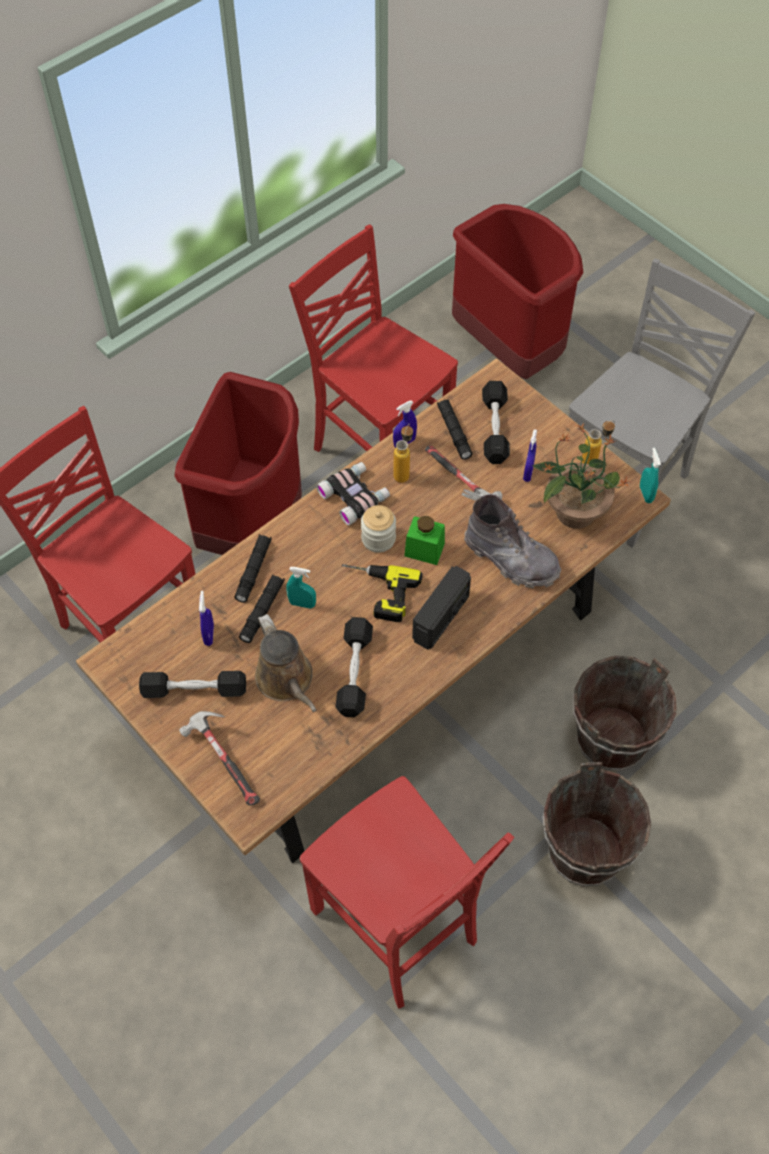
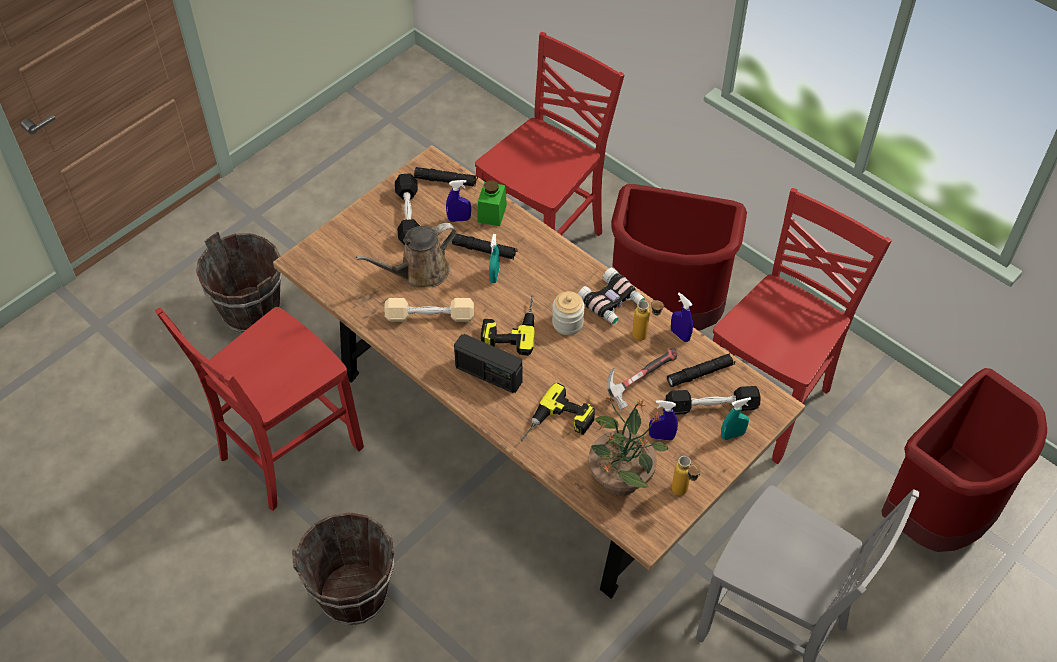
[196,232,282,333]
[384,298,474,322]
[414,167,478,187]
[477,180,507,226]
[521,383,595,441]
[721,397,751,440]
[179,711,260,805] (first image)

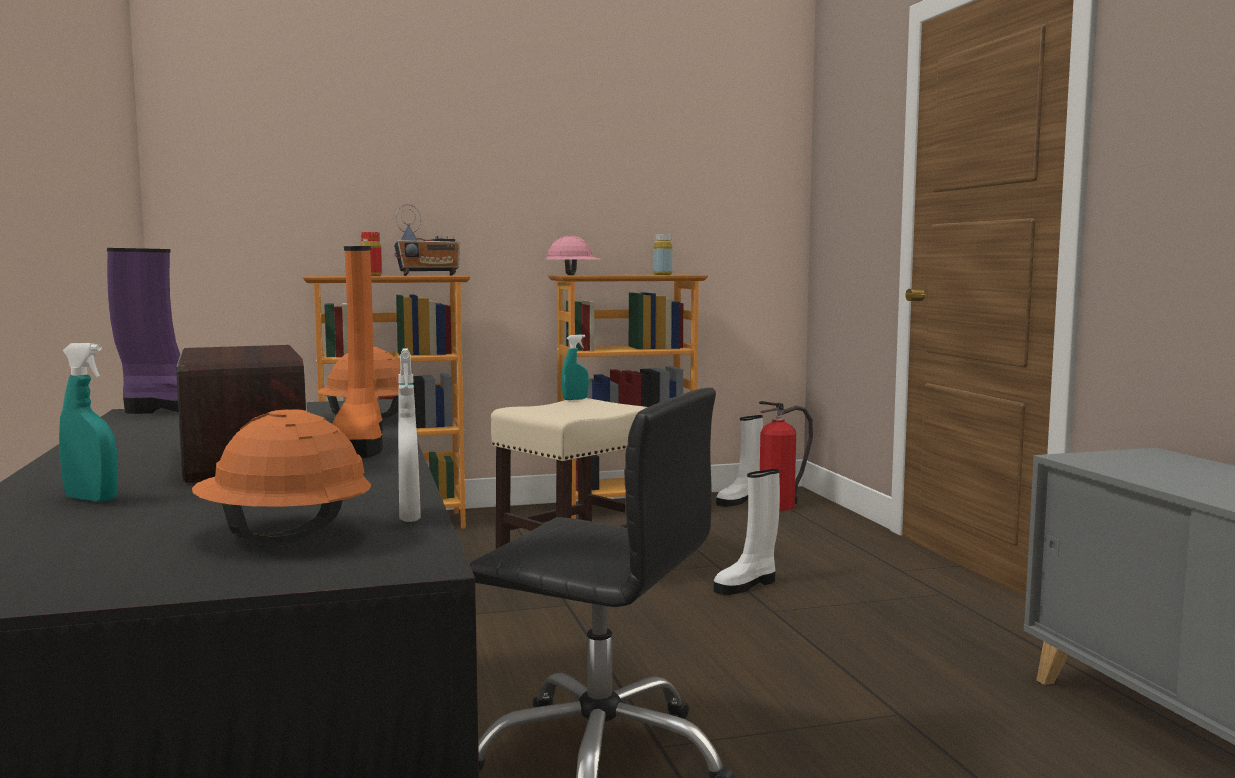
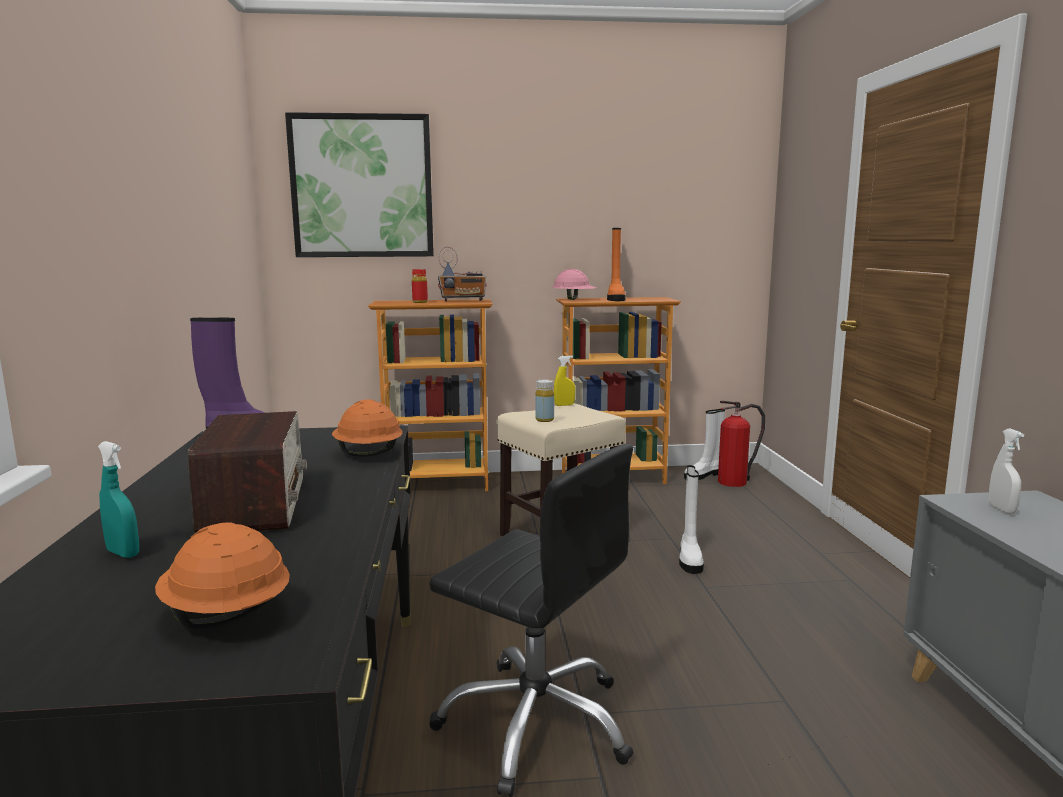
[285,112,434,257]
[535,379,554,422]
[554,356,575,406]
[607,228,626,301]
[679,465,704,574]
[988,429,1024,514]

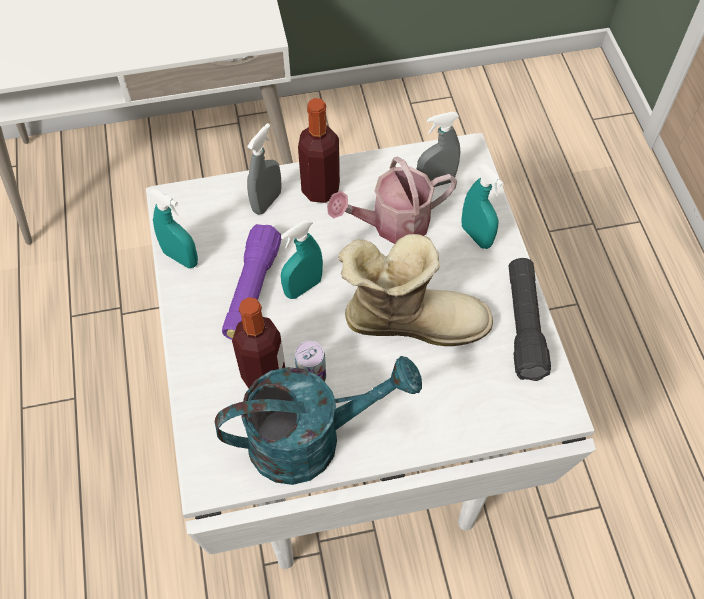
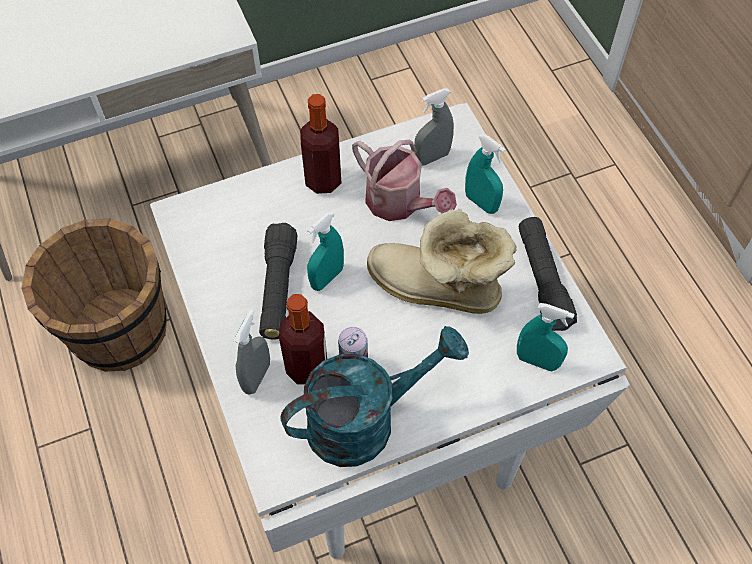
[21,219,167,372]
[233,309,270,395]
[259,223,298,340]
[352,140,457,221]
[367,209,517,314]
[517,303,574,371]

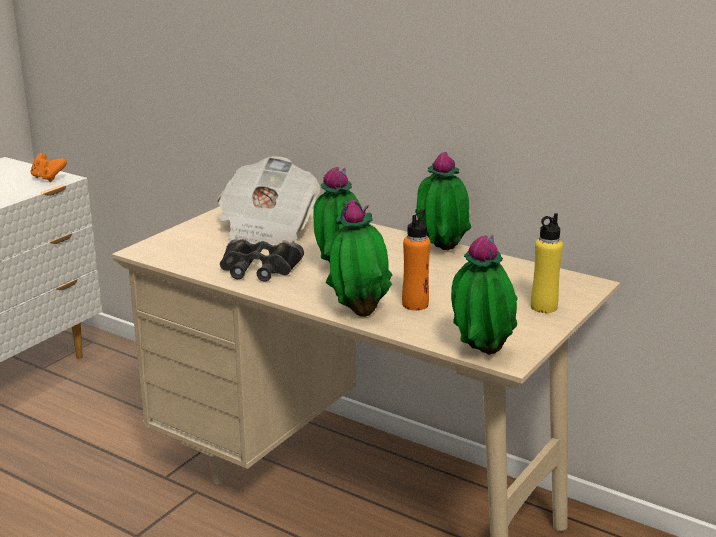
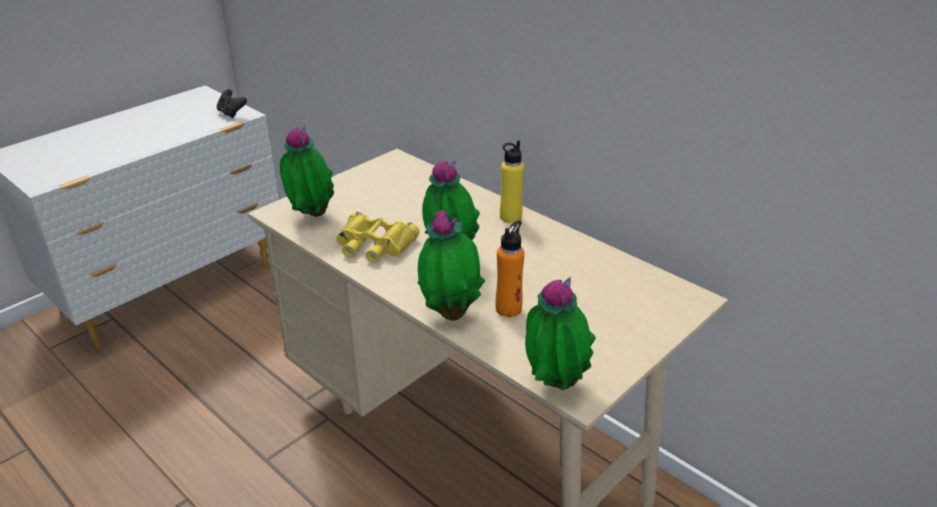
[217,89,247,118]
[280,126,334,217]
[336,212,420,263]
[500,140,524,223]
[218,156,320,245] (first image)

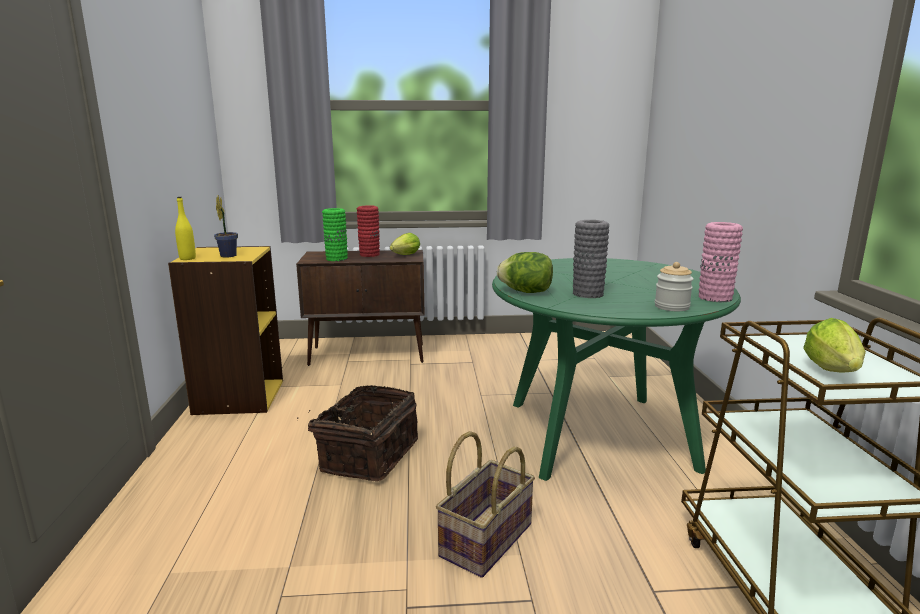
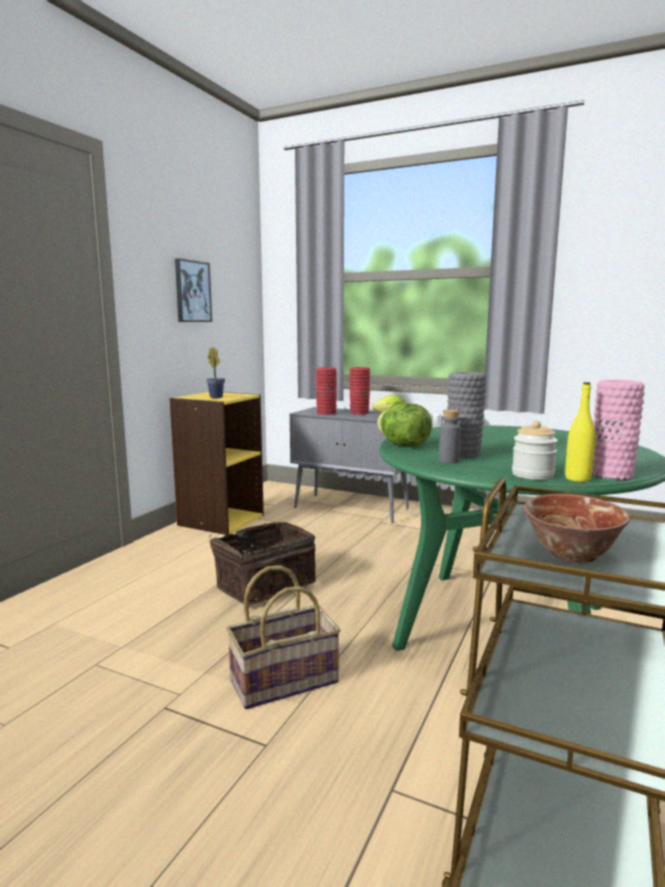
[175,258,212,322]
[290,407,409,523]
[316,367,337,415]
[439,409,461,463]
[524,494,630,563]
[565,382,596,482]

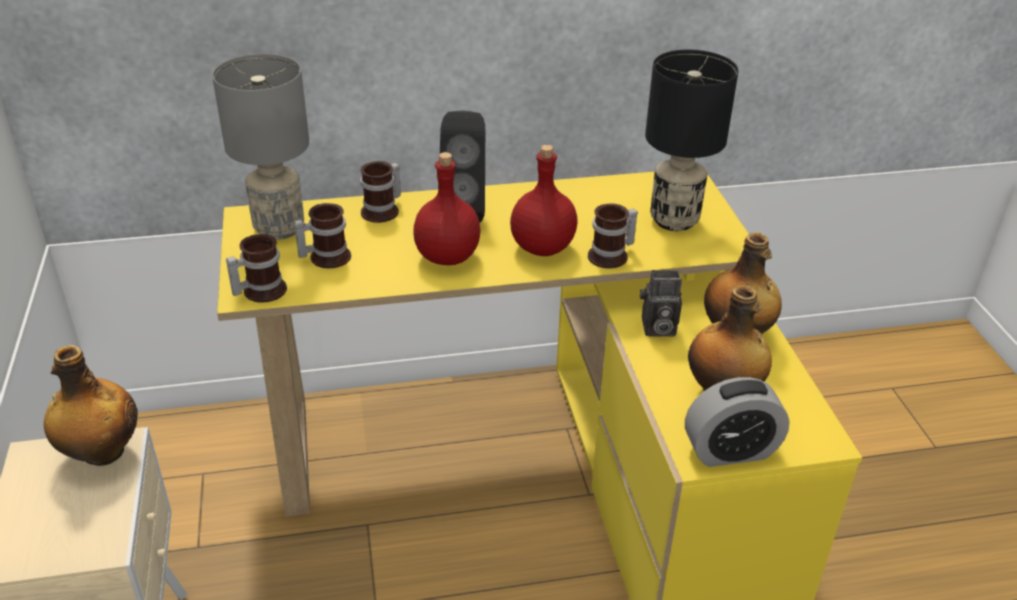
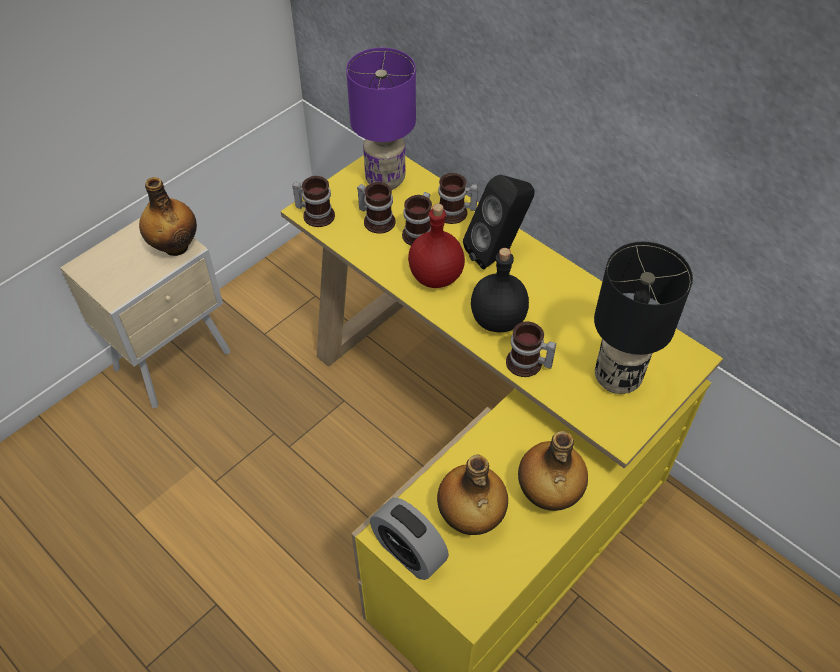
[346,48,416,190]
[402,192,432,246]
[471,248,529,333]
[640,270,682,337] (first image)

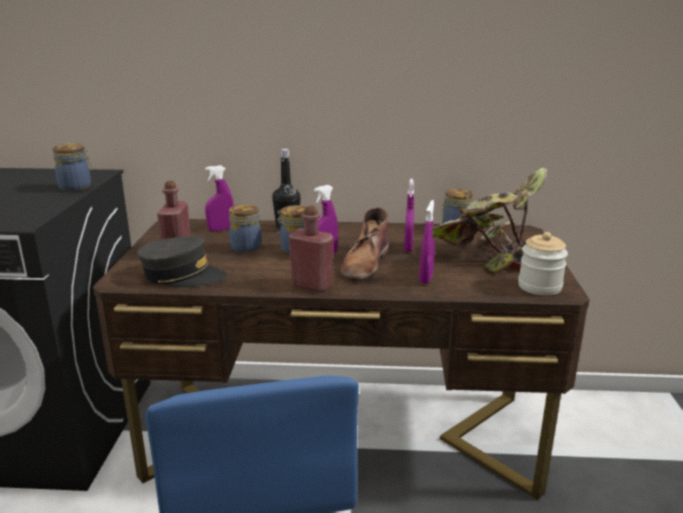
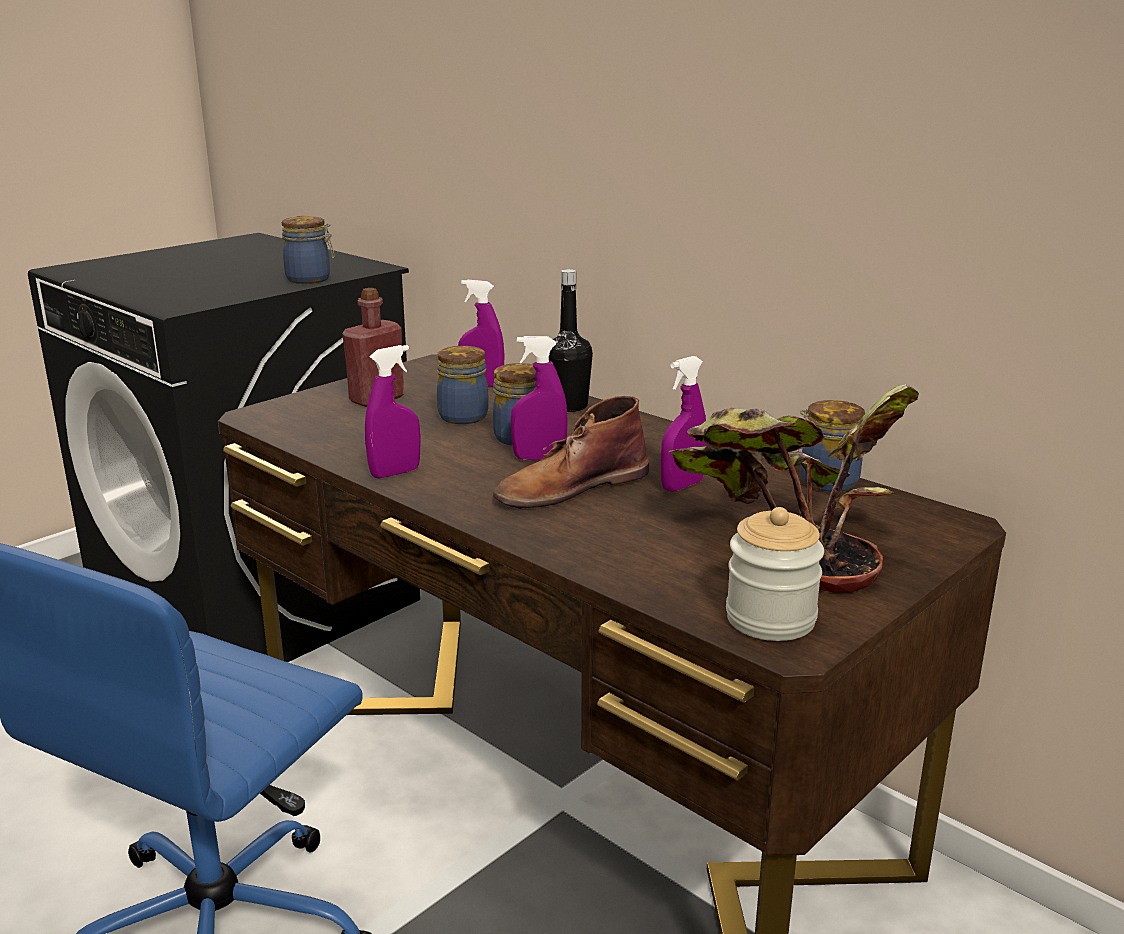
[365,345,421,478]
[137,236,227,288] (first image)
[289,206,333,292] (first image)

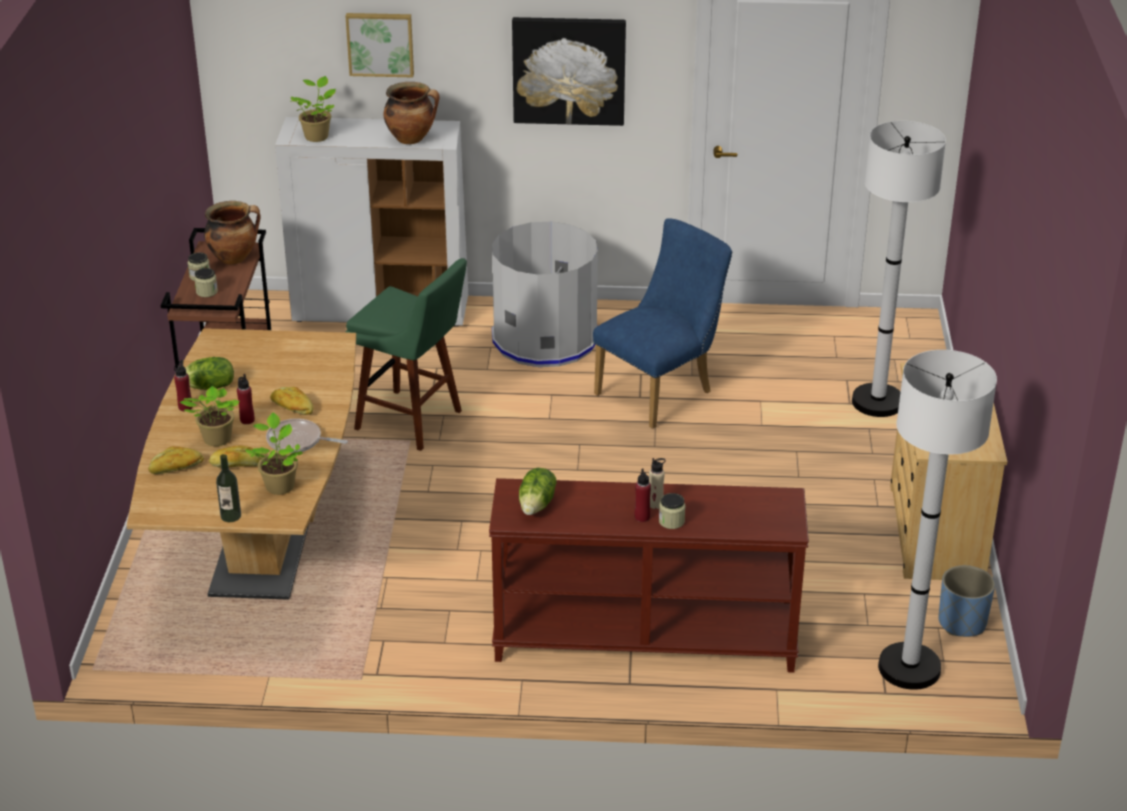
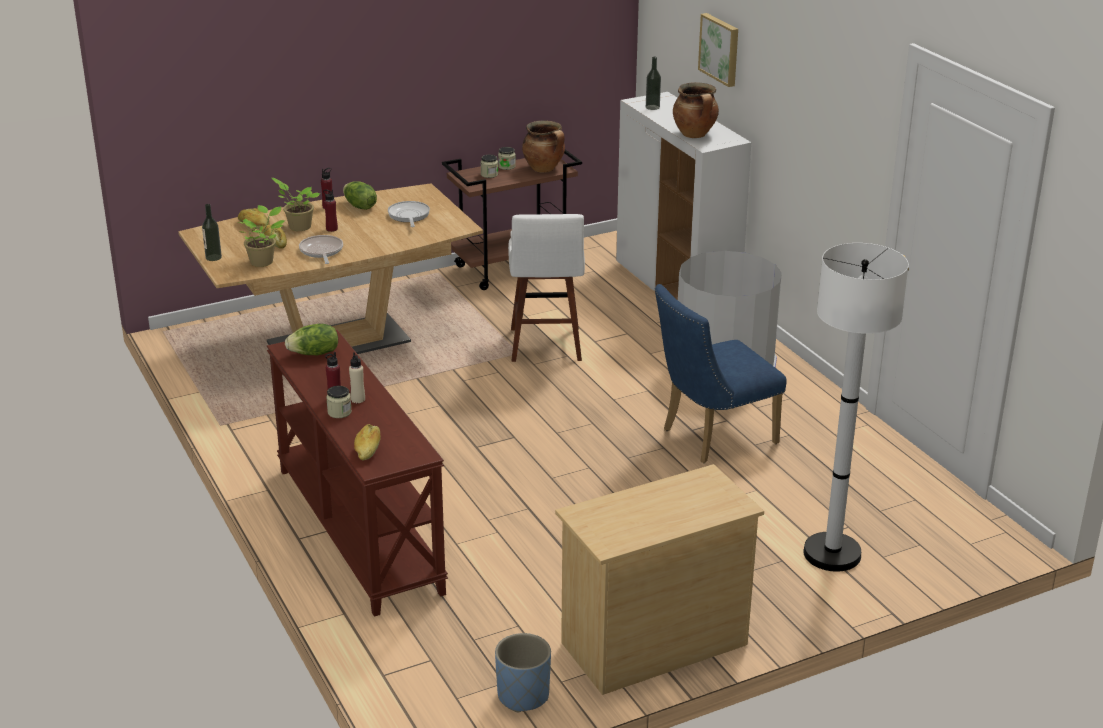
[354,424,381,461]
[388,201,430,227]
[508,214,585,362]
[646,57,661,110]
[655,284,787,463]
[512,17,626,126] (first image)
[878,350,997,690] (first image)

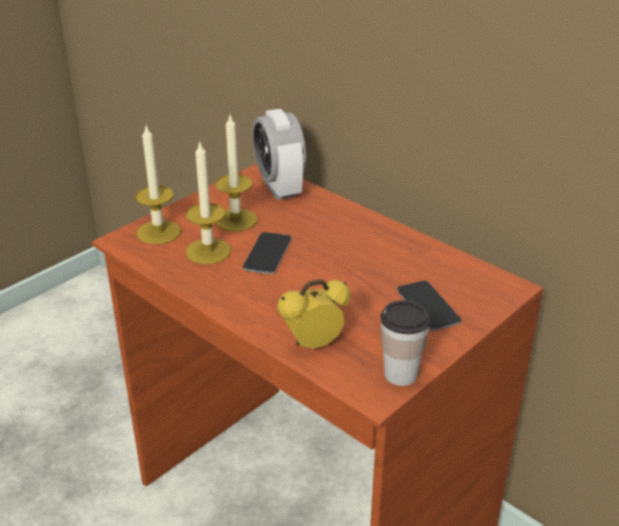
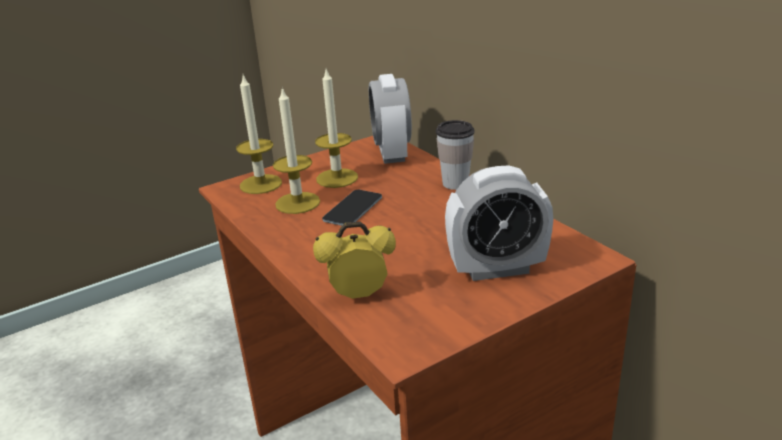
[436,120,475,190]
[445,165,553,281]

